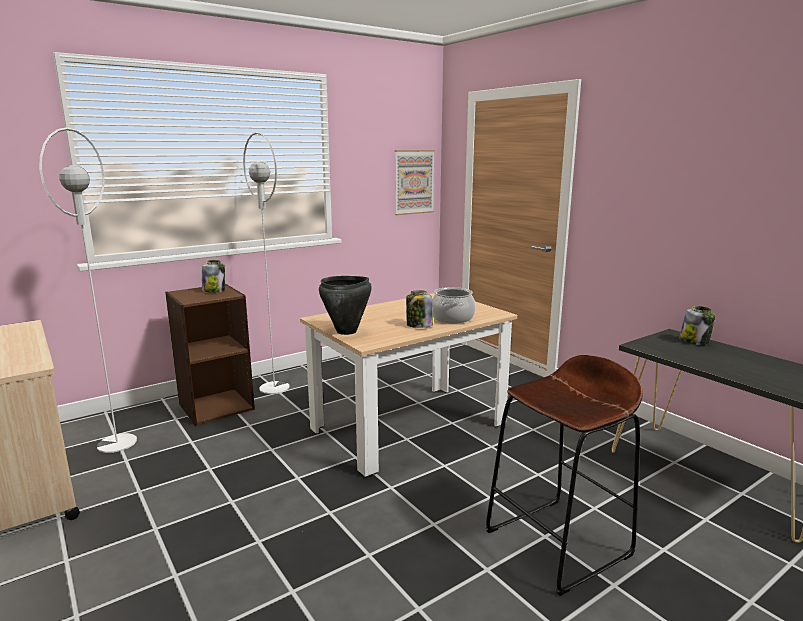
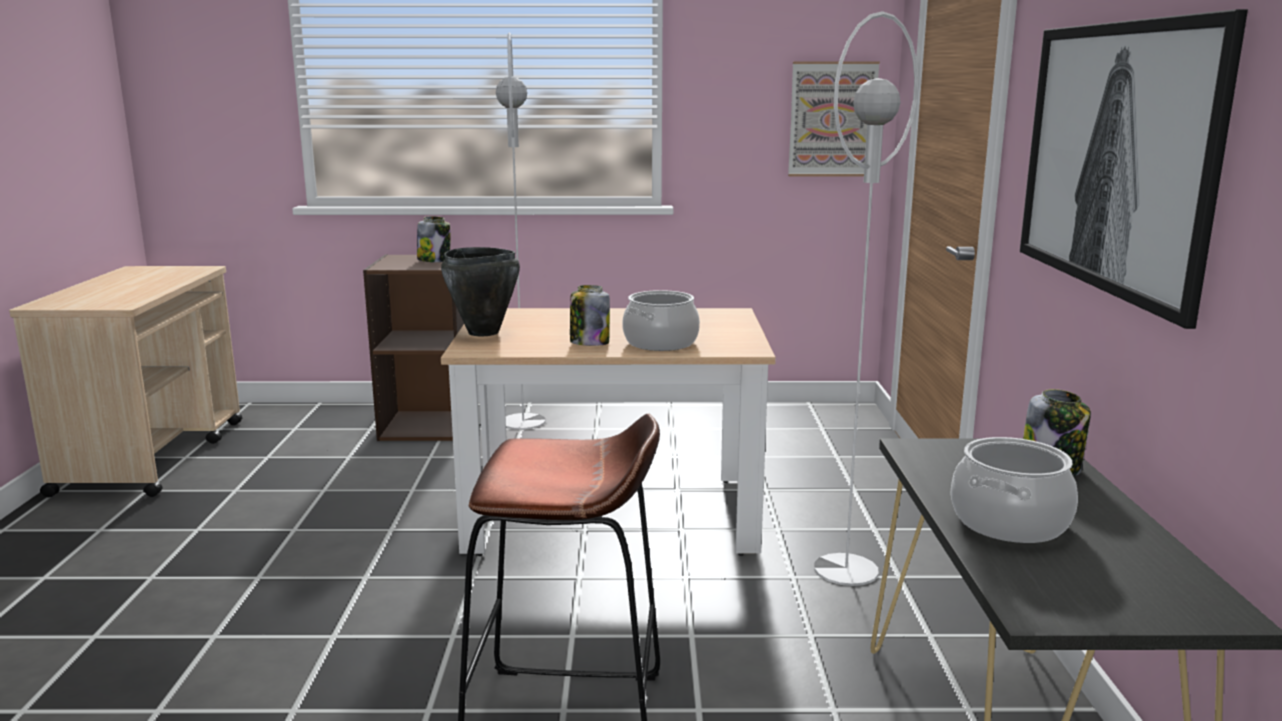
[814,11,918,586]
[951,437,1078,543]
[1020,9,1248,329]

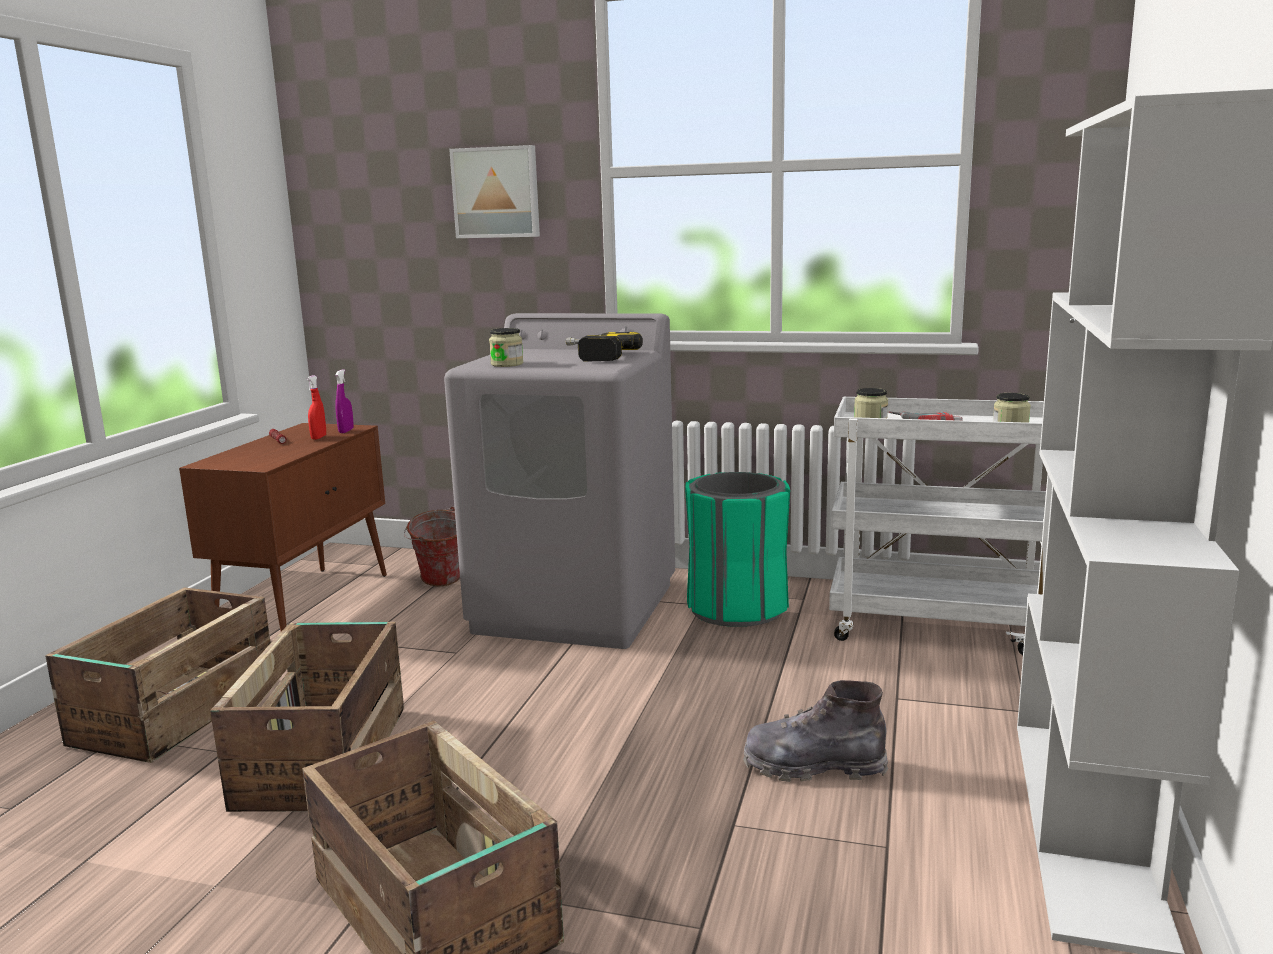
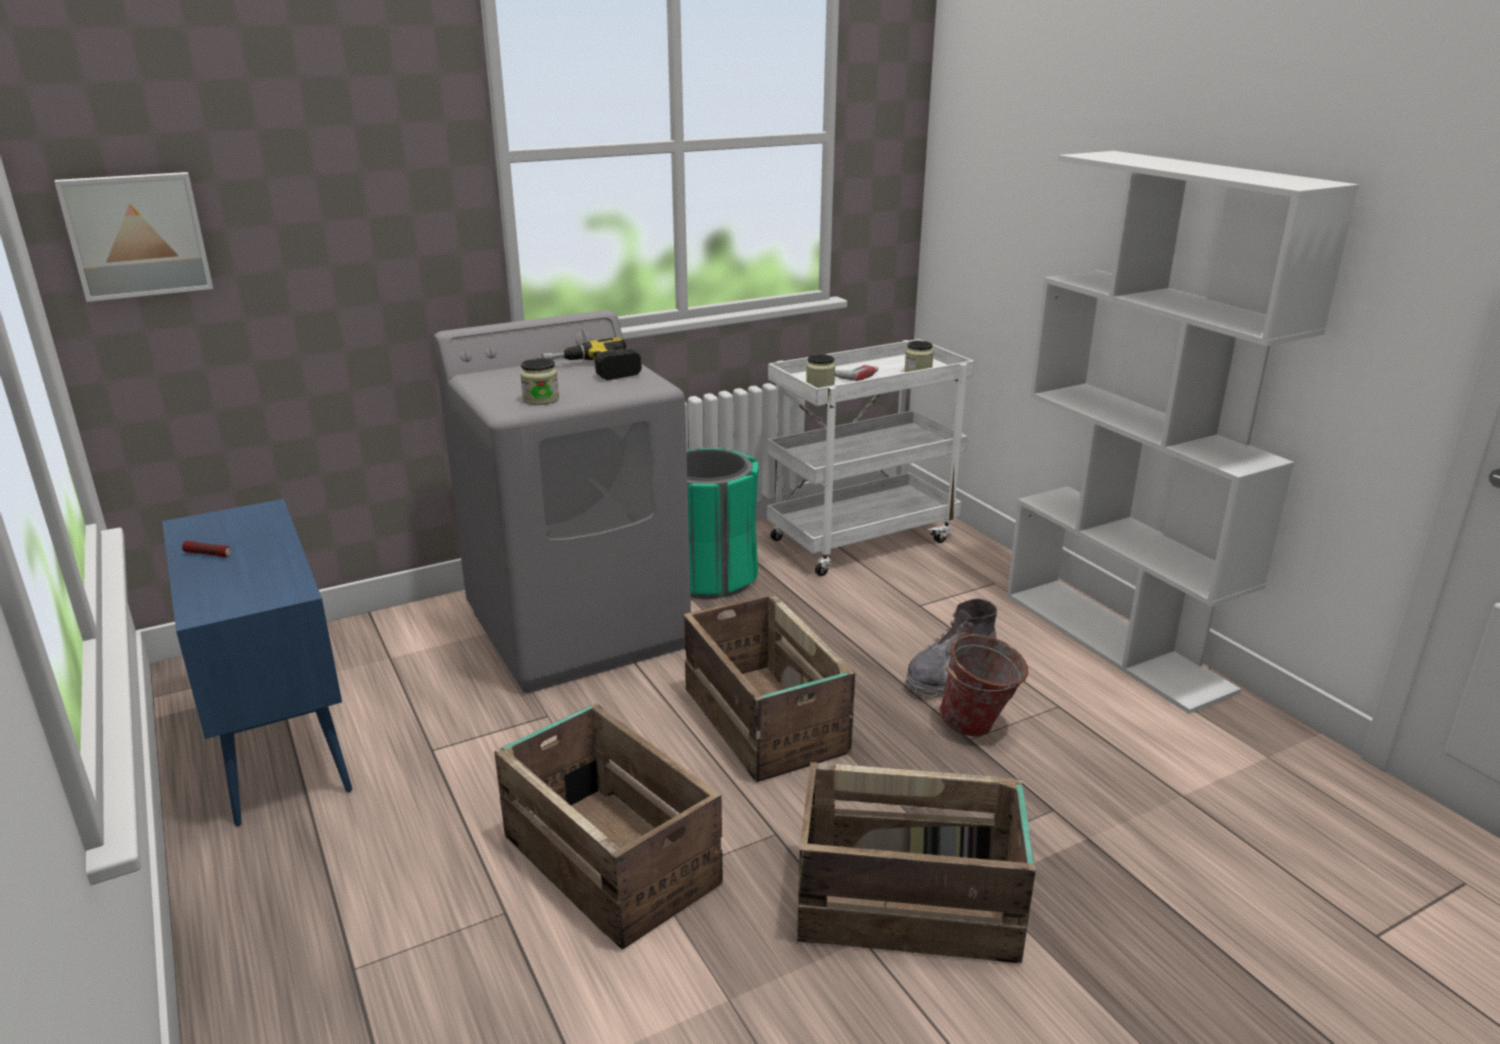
[54,172,213,302]
[162,499,352,826]
[684,593,855,782]
[939,629,1028,736]
[306,375,326,440] (first image)
[335,369,353,433] (first image)

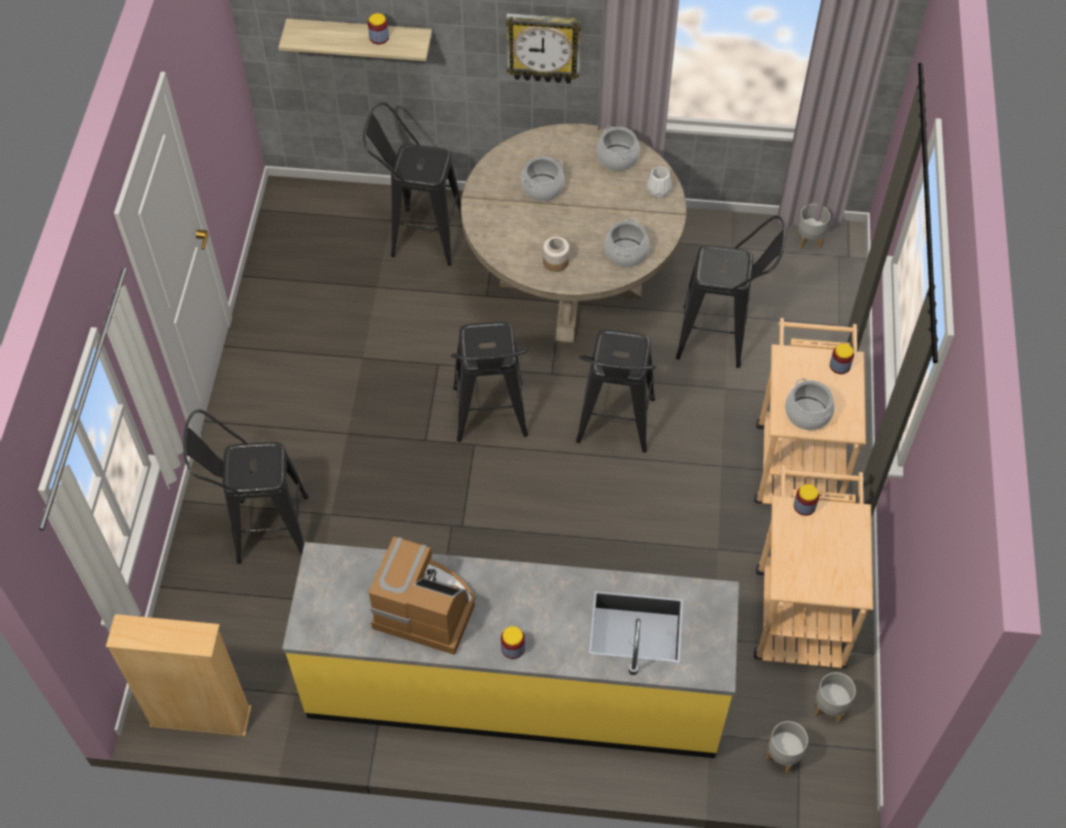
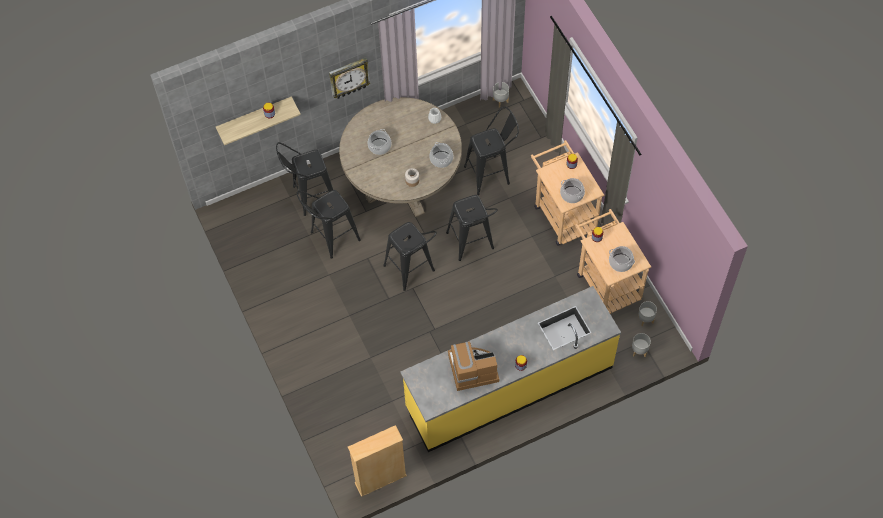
[297,190,361,259]
[609,246,635,272]

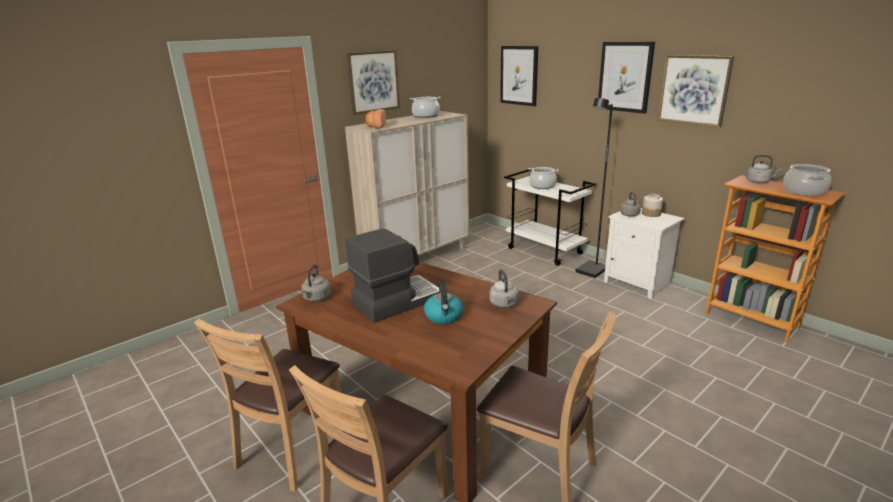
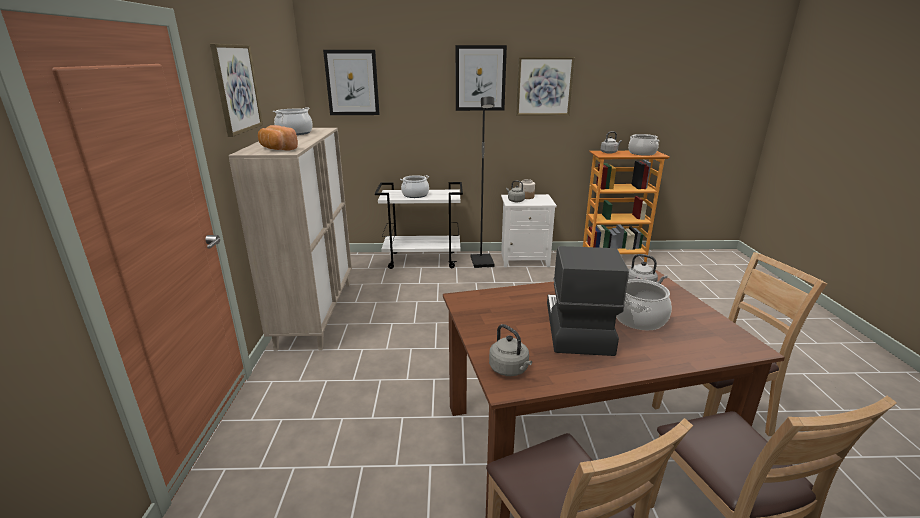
[616,279,672,330]

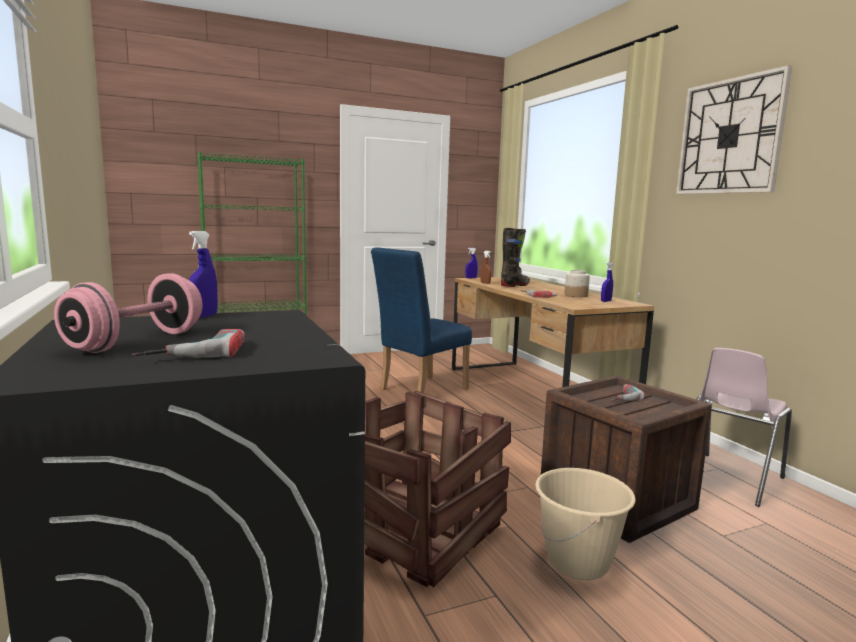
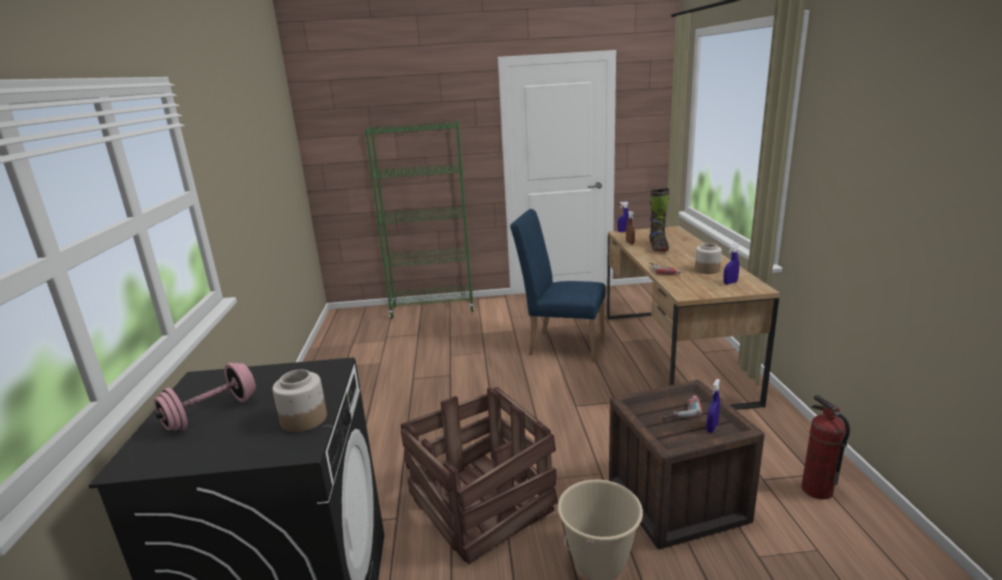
[273,369,327,432]
[510,209,606,362]
[650,188,669,251]
[706,379,720,433]
[801,395,850,499]
[132,329,244,358] (first image)
[676,65,792,194] (first image)

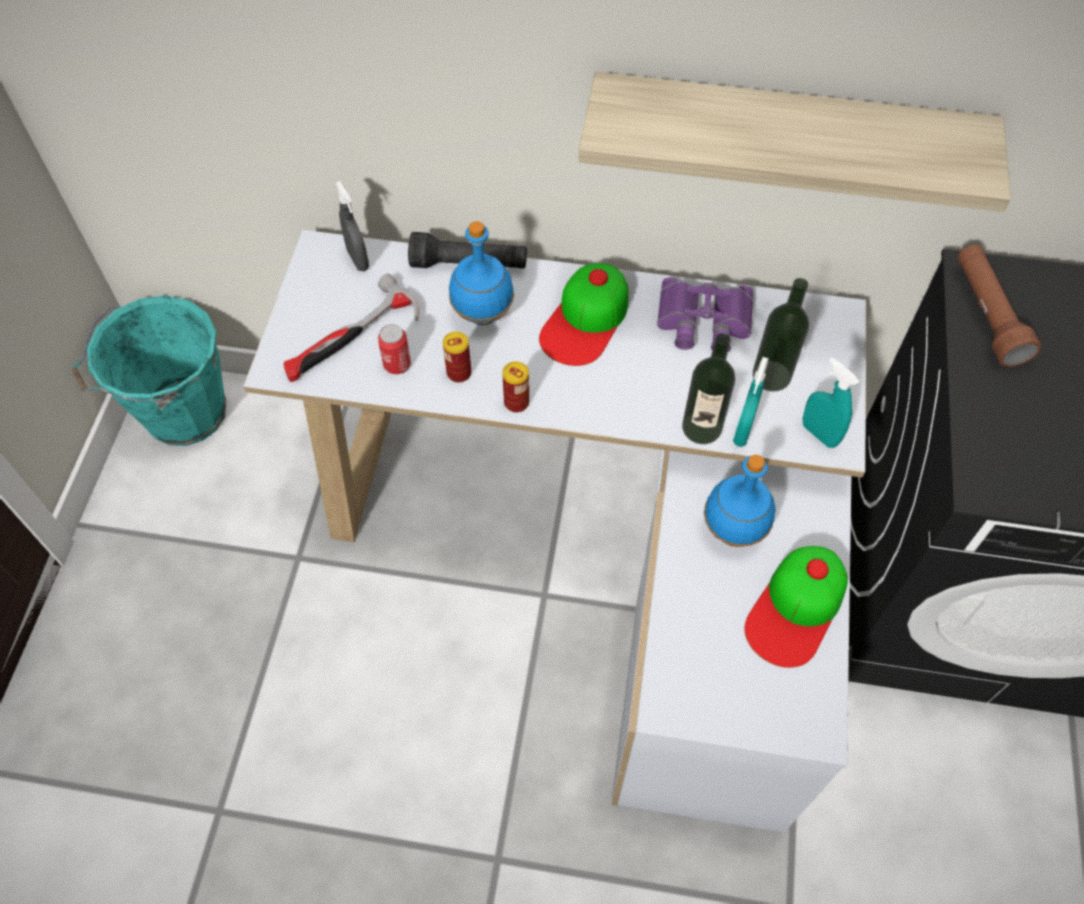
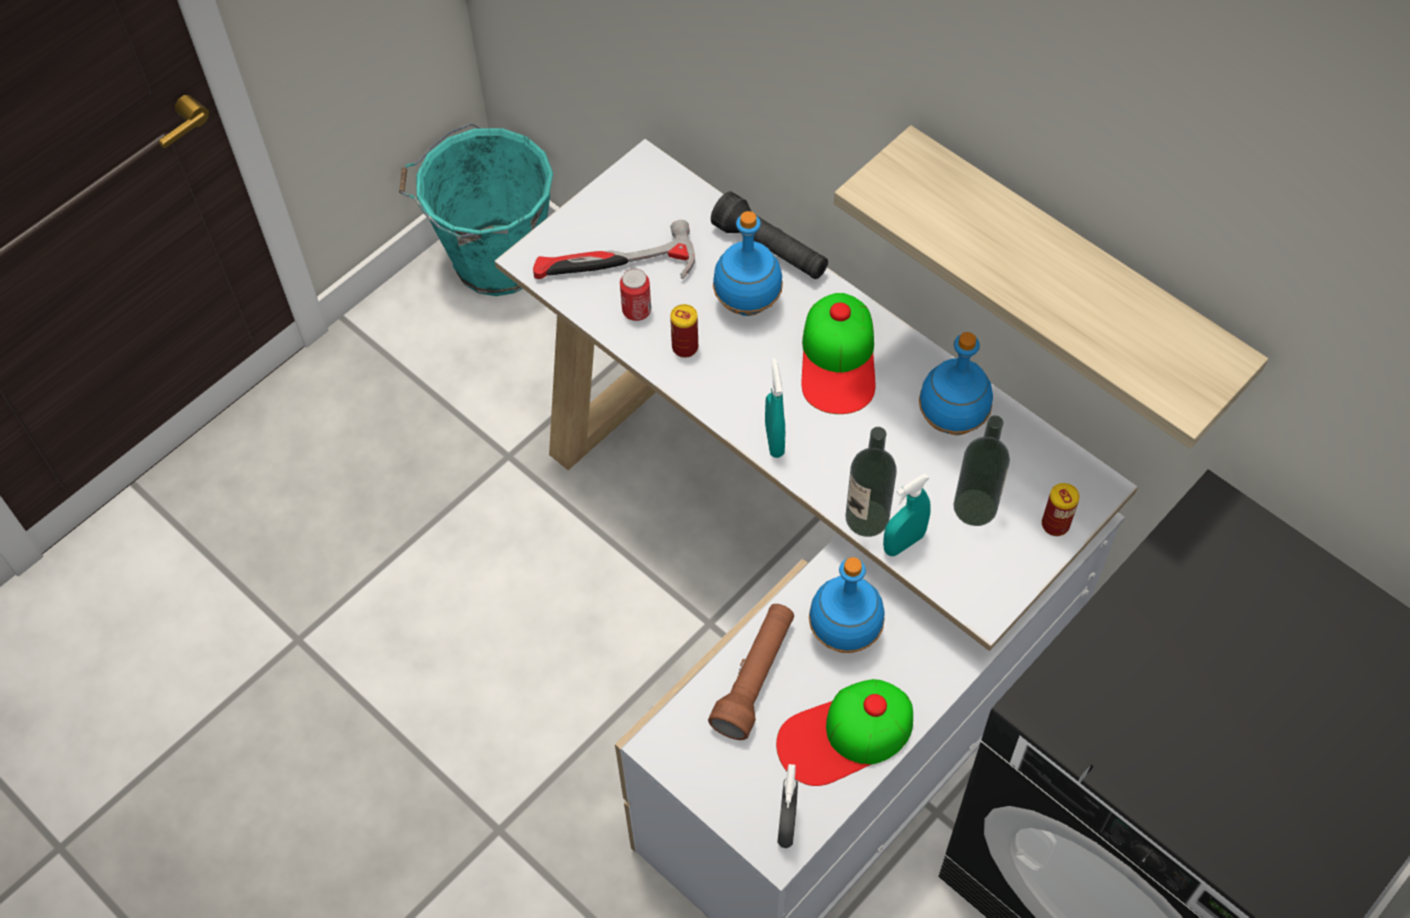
[708,604,794,740]
[765,358,785,458]
[777,764,798,848]
[802,293,876,414]
[919,332,993,435]
[1042,483,1080,536]

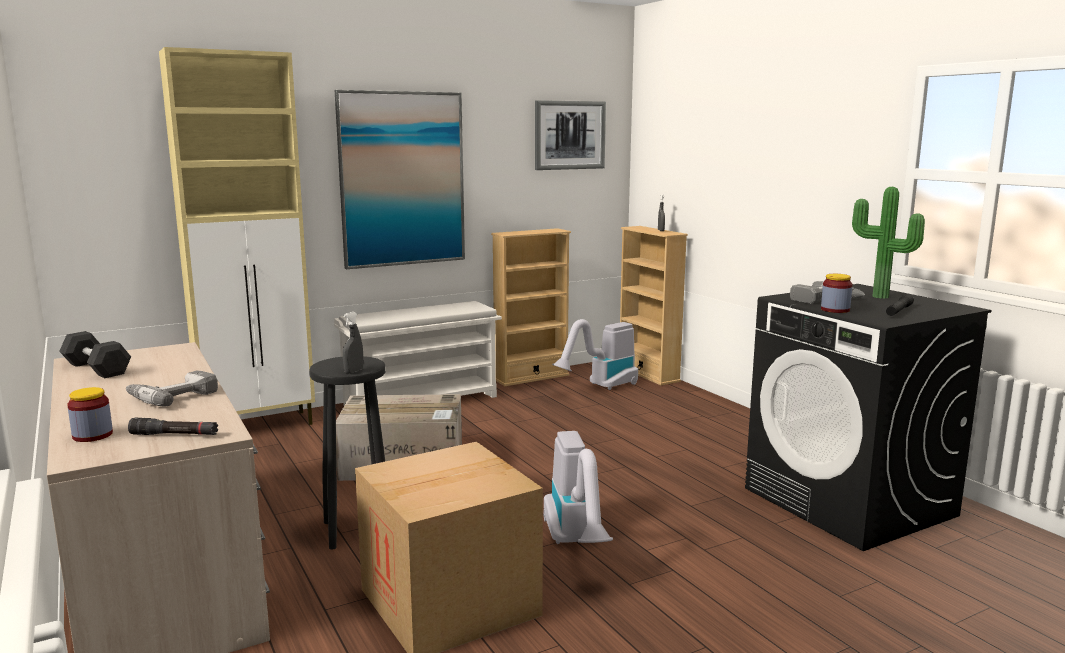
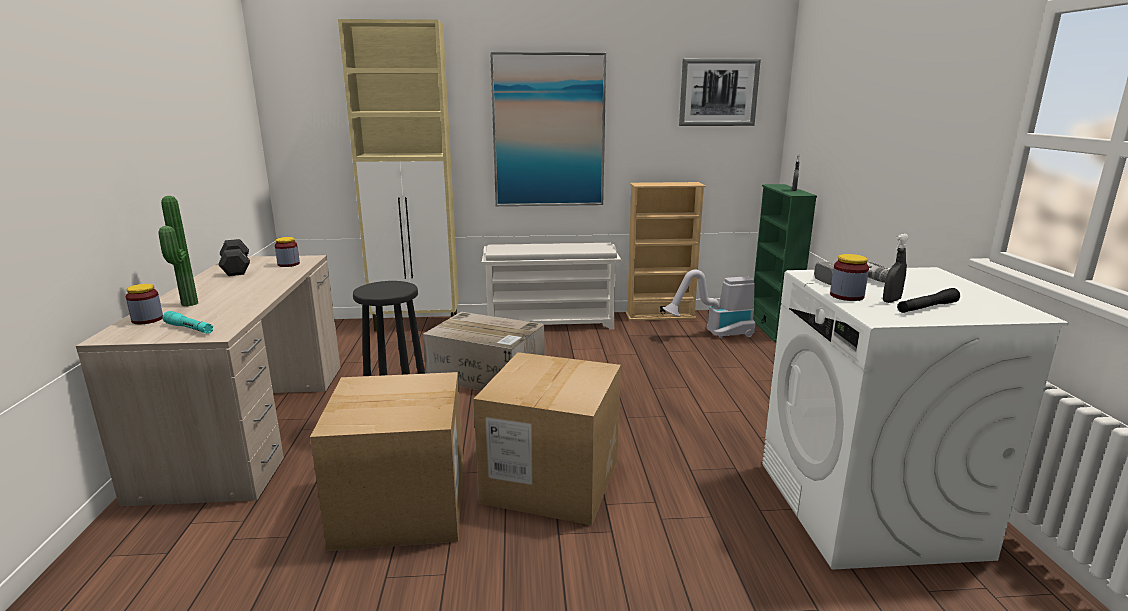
[159,196,198,306]
[162,311,213,334]
[275,237,300,267]
[473,352,621,526]
[753,184,817,342]
[762,267,1069,570]
[883,234,909,303]
[126,370,218,407] (first image)

